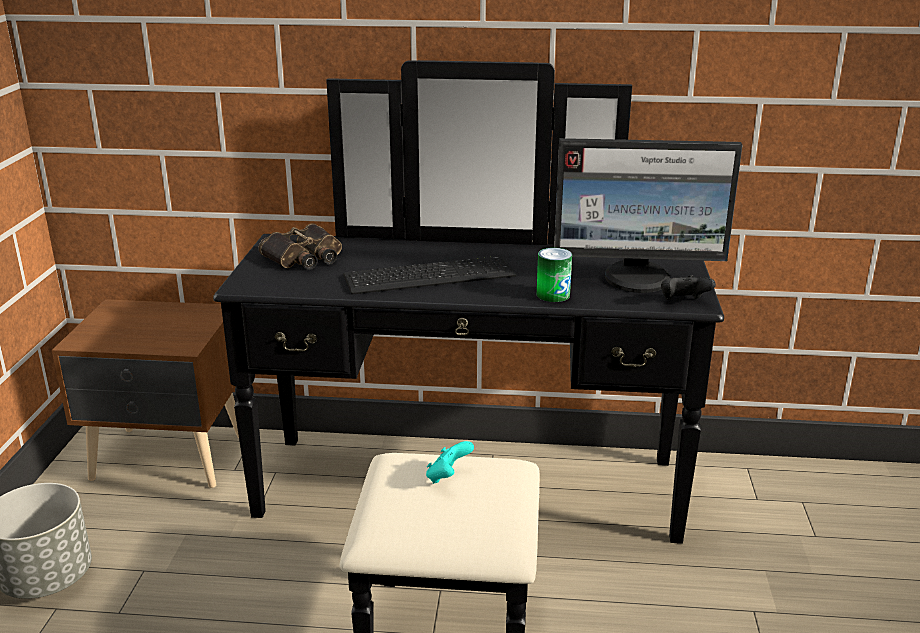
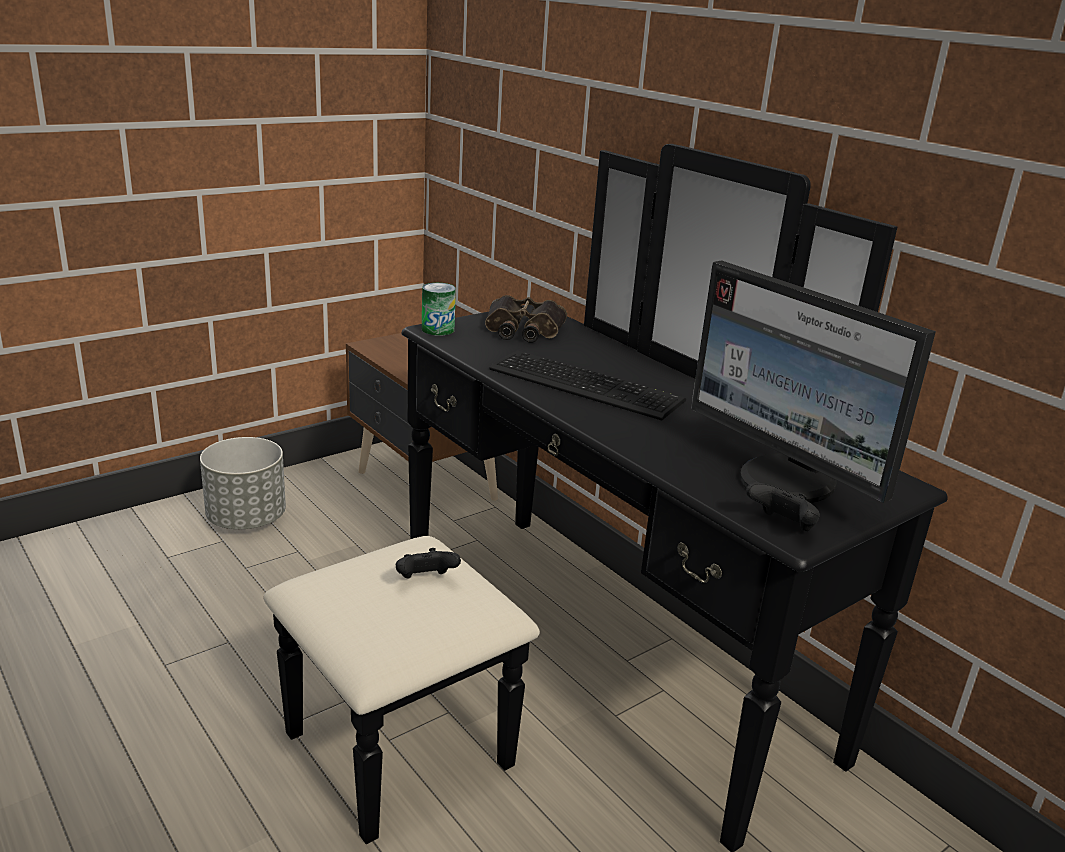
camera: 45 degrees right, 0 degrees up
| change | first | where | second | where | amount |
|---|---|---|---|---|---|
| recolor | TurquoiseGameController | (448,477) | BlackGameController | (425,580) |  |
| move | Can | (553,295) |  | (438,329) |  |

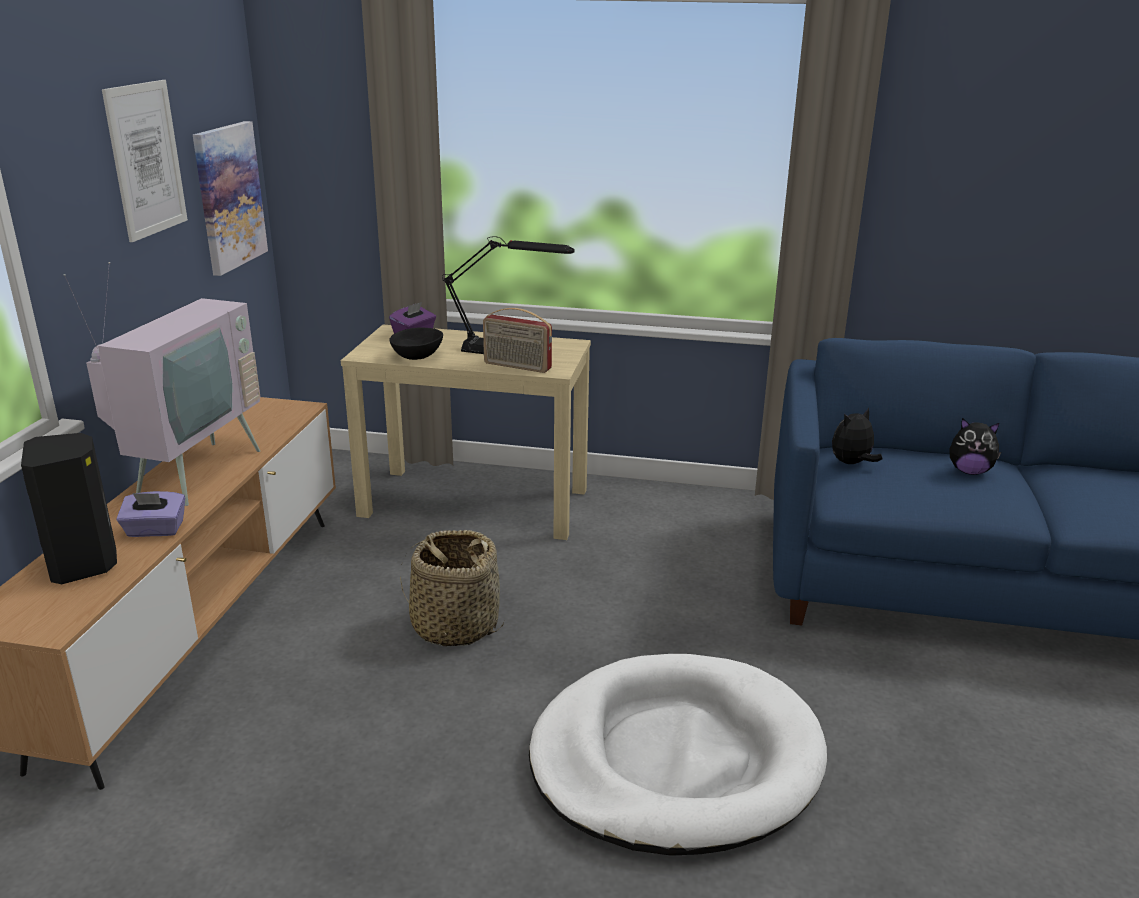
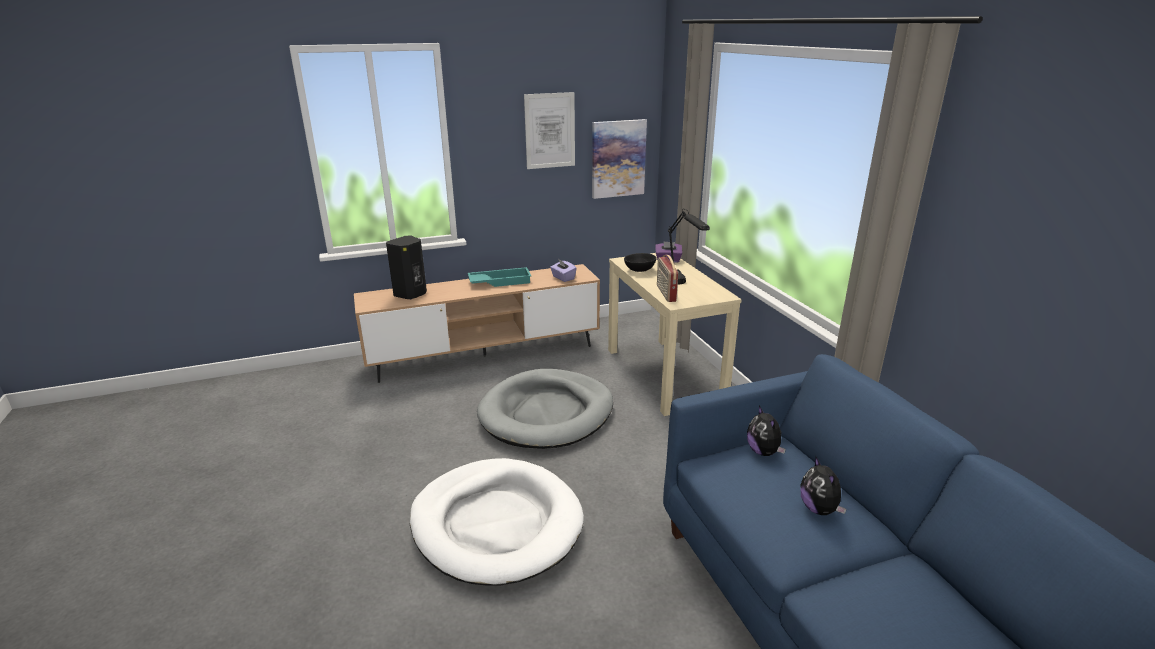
camera: 60 degrees right, 0 degrees up
| change | first | where | second | where | amount |
|---|---|---|---|---|---|
| replace | Television | (190,471) | TurquoiseTray | (500,281) |  |
| move | PurpleTissueBox | (155,530) |  | (563,278) |  |
| replace | Basket | (454,625) | GreyDogBed | (547,413) |  |
| rotate | PlushToy | (852,463) |  | (764,452) | 135 degrees counterclockwise |

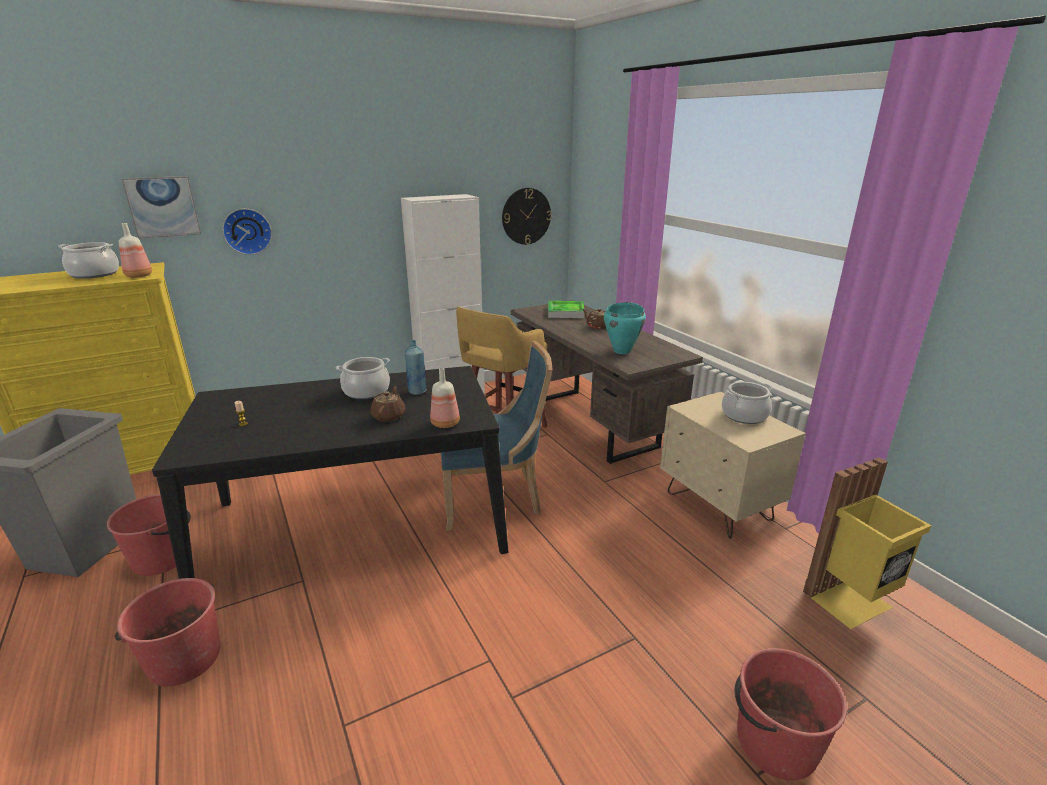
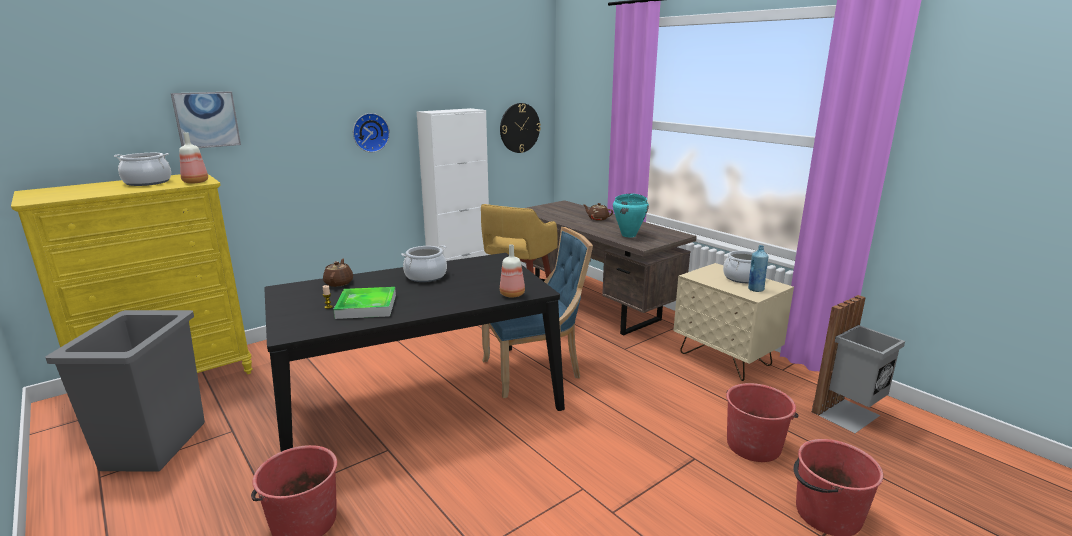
camera: 10 degrees left, 5 degrees down
| change | first | where | second | where | amount |
|---|---|---|---|---|---|
| move | RedBucket | (163,557) |  | (753,445) |  |
| move | WallClock | (247,231) |  | (370,132) |  |
| move | BrownTeapot | (389,416) |  | (339,283) |  |
| move | BlueBottle | (417,391) |  | (755,289) |  |
| move | Tray | (565,312) |  | (366,306) |  |
| recolor | YellowTrashCan | (850,601) | GreyTrashCan | (849,415) |  |

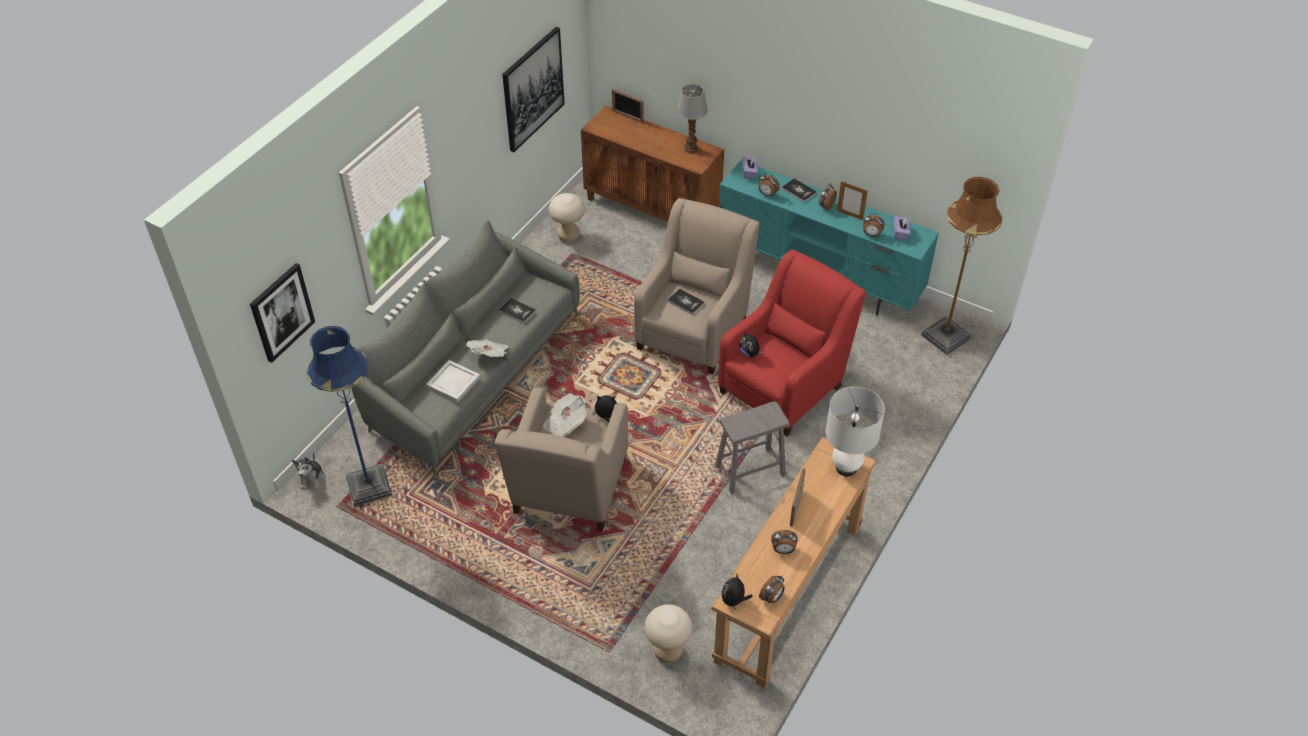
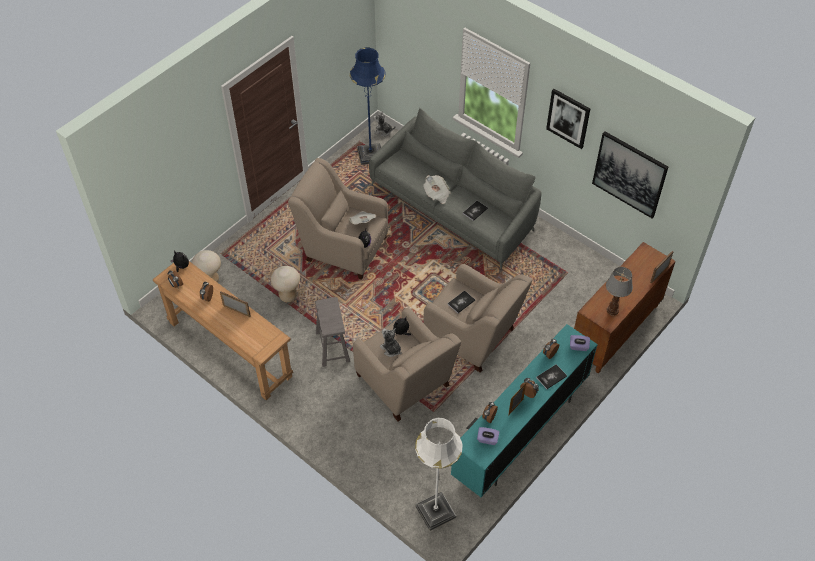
camera: 100 degrees right, 5 degrees up
| change | first | where | second | where | amount |
|---|---|---|---|---|---|
| move | Picture | (281,312) |  | (568,118) |  |
| delete | WhiteTray | (454,382) |  |  |  |
| move | BeigeStool | (568,236) |  | (288,296) |  |
| recolor | RedArmchair | (784,386) | BeigeArmchair | (405,383) |  |
| delete | WhiteTableLamp | (846,468) |  |  |  |
| recolor | BrownFloorLamp | (945,337) | WhiteFloorLamp | (435,512) |  |
| insert |  |  | PlushToy | (391,349) |  |

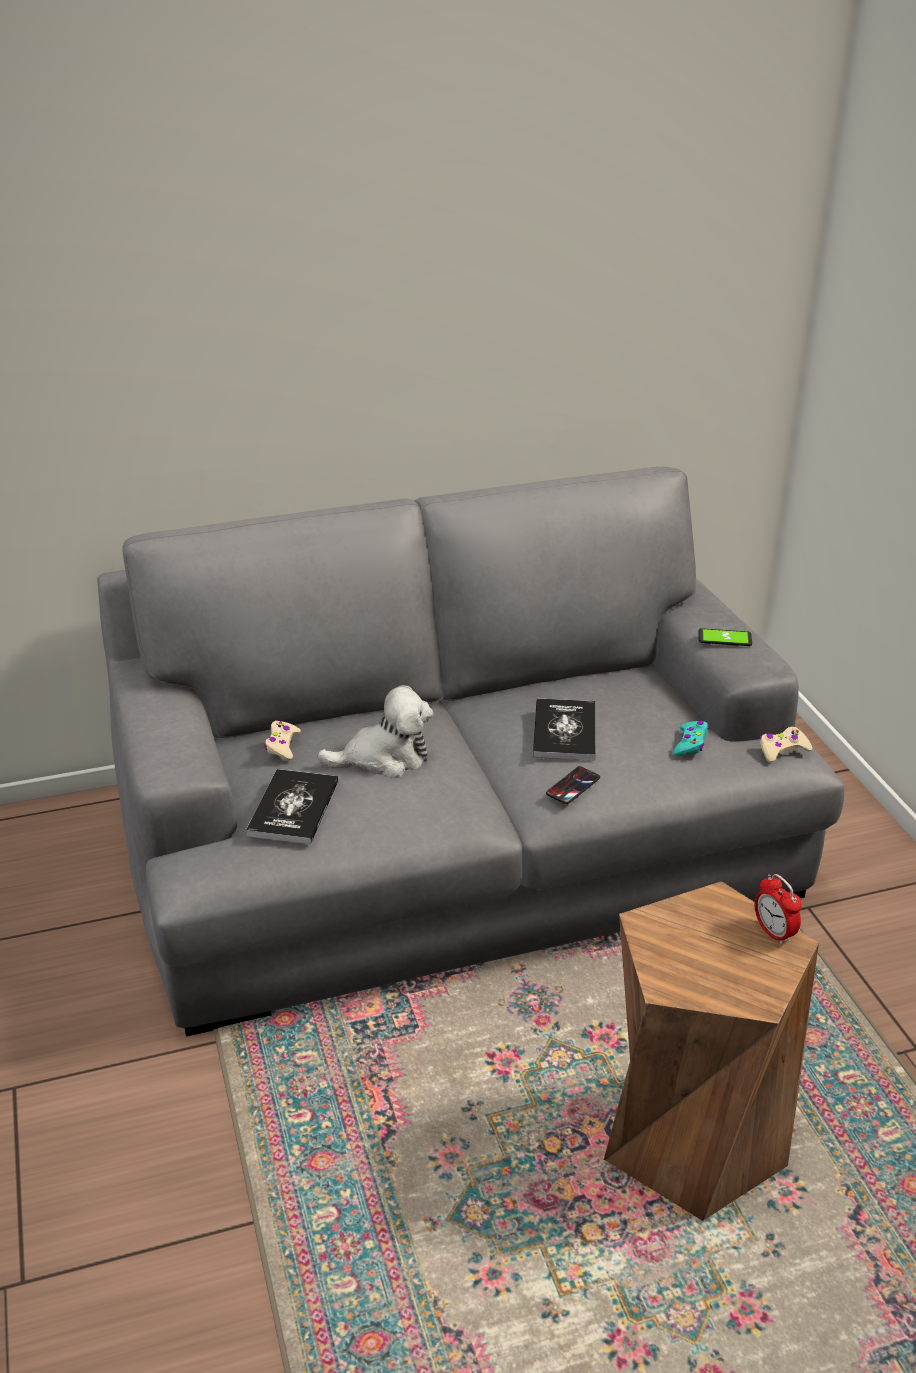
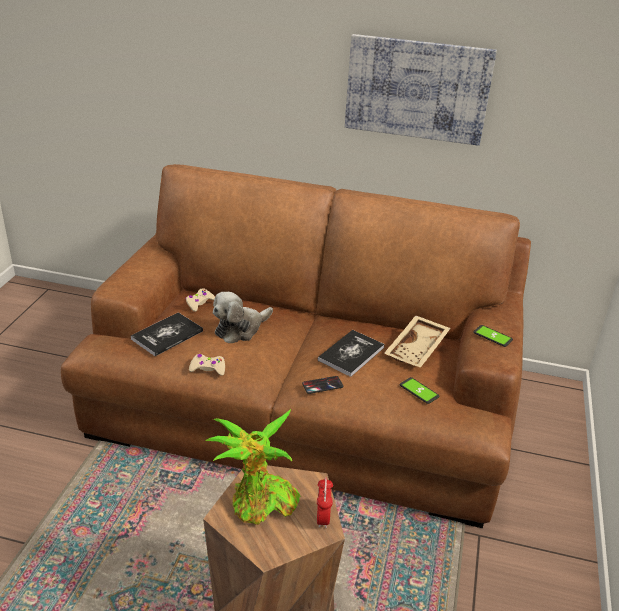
camera: 30 degrees right, 0 degrees up
| change | first | where | second | where | amount |
|---|---|---|---|---|---|
| recolor | GreySofa | (457,845) | BrownSofa | (304,404) |  |
| rotate | PlushToy | (384,758) |  | (240,329) | 120 degrees clockwise |
| replace | TurquoiseGameController | (690,744) | Phone | (419,391) |  |
| move | BeigeGameController | (782,750) |  | (208,368) |  |
| insert |  |  | PottedPlant | (259,505) |  |
| insert |  |  | Picture | (417,89) |  |
| insert |  |  | BeigeTray | (417,349) |  |

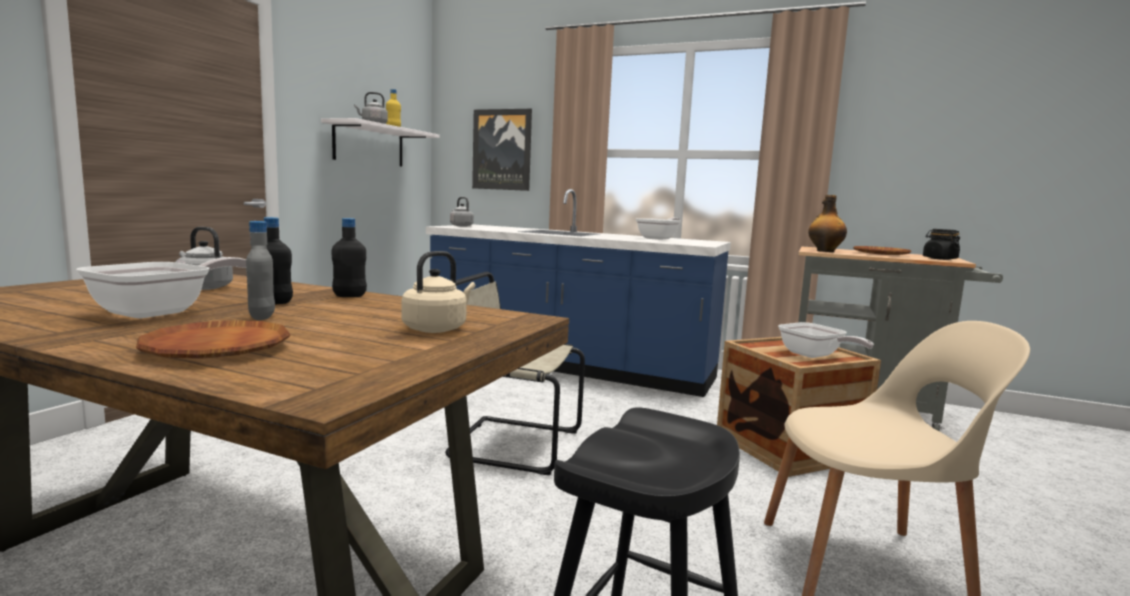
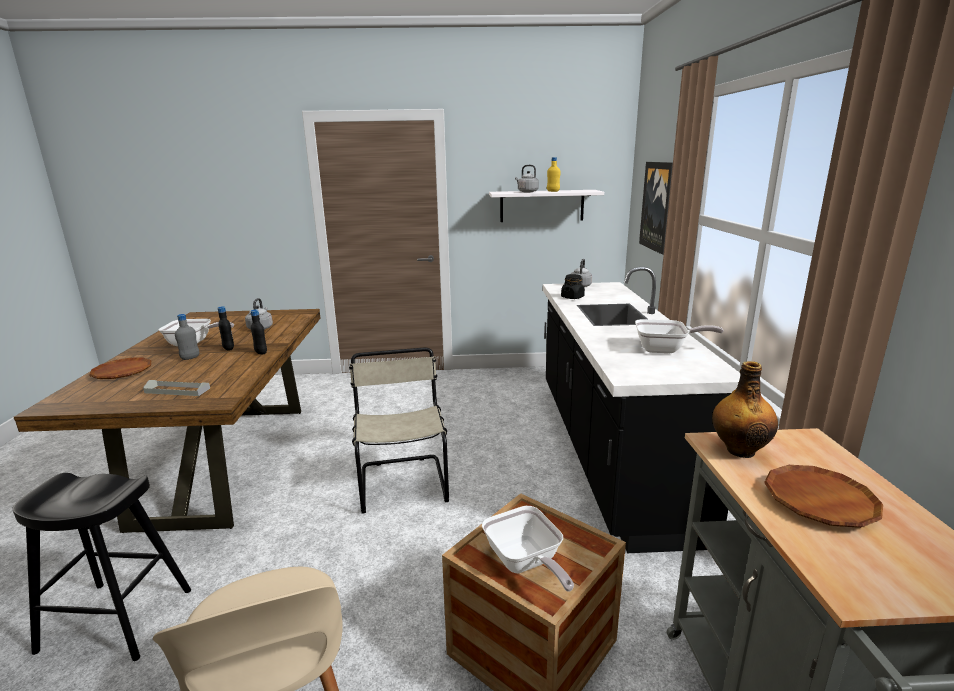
camera: 65 degrees right, 10 degrees up
| change | first | where | second | where | amount |
|---|---|---|---|---|---|
| replace | BeigeKettle | (437,328) | GreyTray | (177,390) |  |
| recolor | BlueCounter | (568,366) | BlackCounter | (608,450) |  |
| rotate | FryingPan | (814,356) |  | (525,564) | 60 degrees counterclockwise |
| move | BlackJar | (939,258) |  | (572,297) |  |

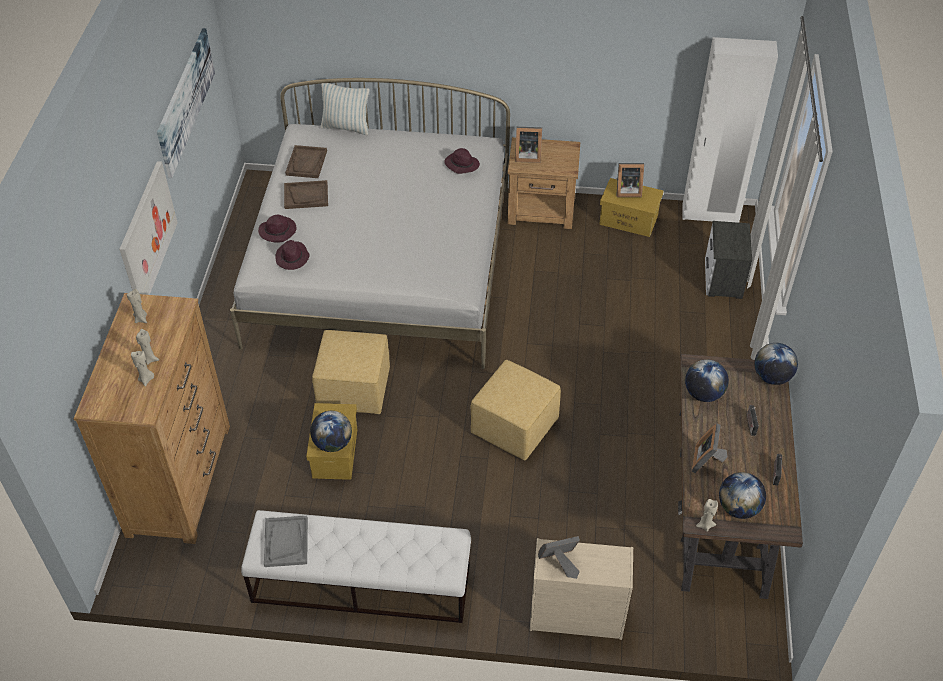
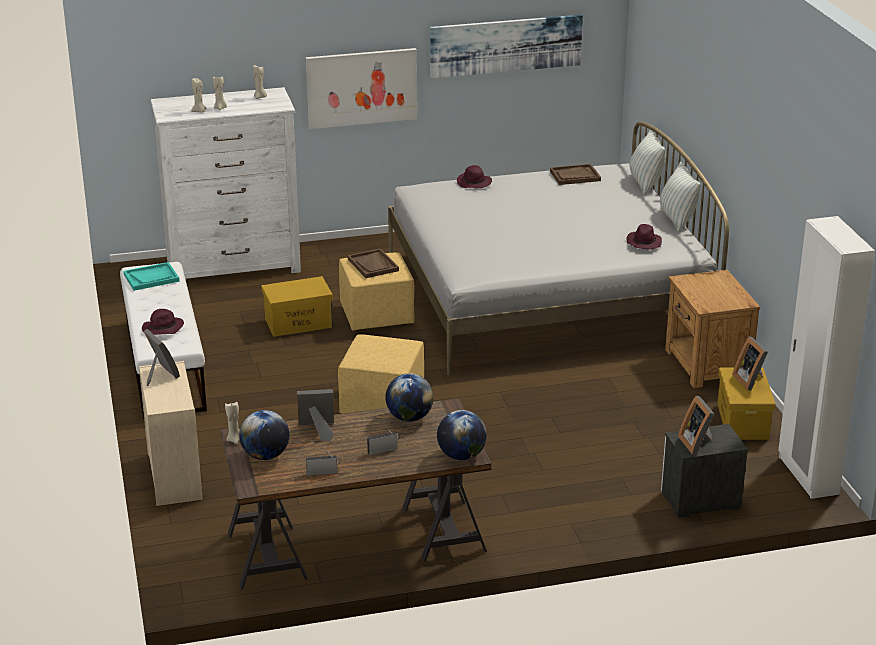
camera: 70 degrees right, 20 degrees down
| change | first | where | second | where | amount |
|---|---|---|---|---|---|
| recolor | BrownDresser | (180,479) | WhiteDresser | (233,265) |  |
| recolor | GreyTray | (286,542) | TurquoiseTray | (151,278) |  |
| move | PurpleHat | (292,258) |  | (162,329) |  |
| move | BrownTray | (306,196) |  | (373,265) |  |
| delete | Globe | (333,443) |  |  |  |
| move | PictureFrame | (526,156) |  | (697,443) |  |
| insert |  |  | Pillow | (677,219) |  |

